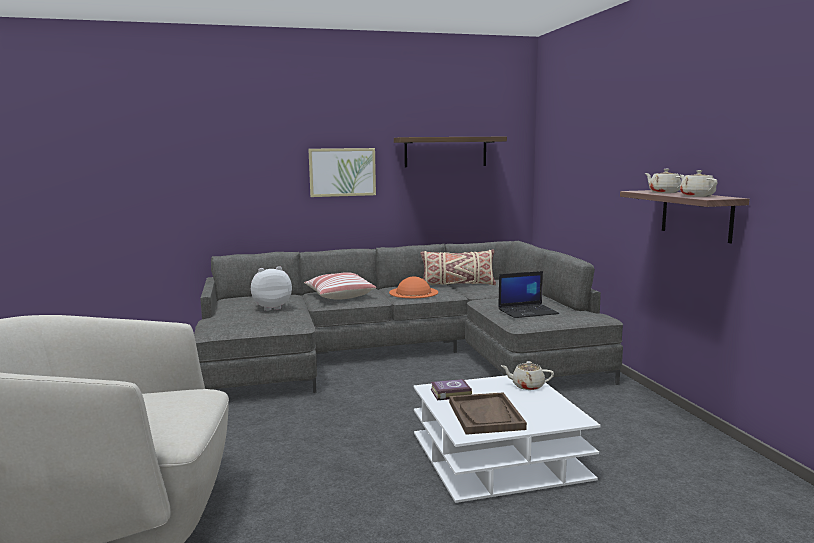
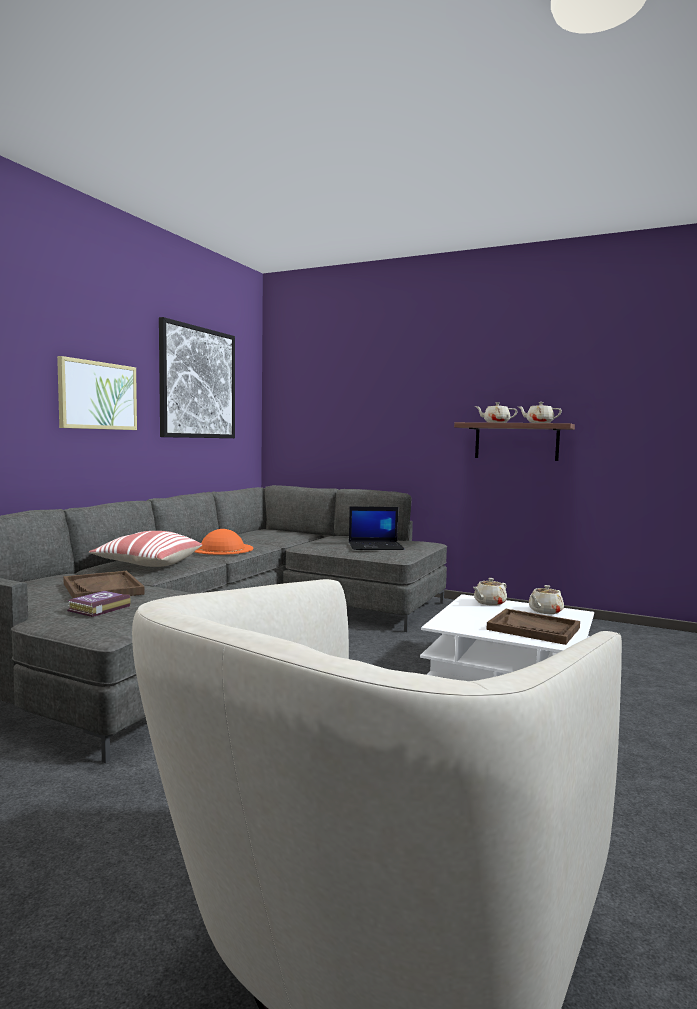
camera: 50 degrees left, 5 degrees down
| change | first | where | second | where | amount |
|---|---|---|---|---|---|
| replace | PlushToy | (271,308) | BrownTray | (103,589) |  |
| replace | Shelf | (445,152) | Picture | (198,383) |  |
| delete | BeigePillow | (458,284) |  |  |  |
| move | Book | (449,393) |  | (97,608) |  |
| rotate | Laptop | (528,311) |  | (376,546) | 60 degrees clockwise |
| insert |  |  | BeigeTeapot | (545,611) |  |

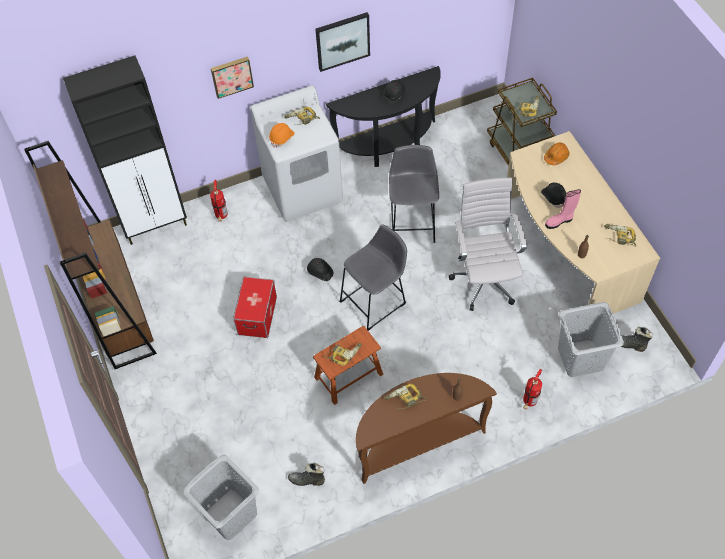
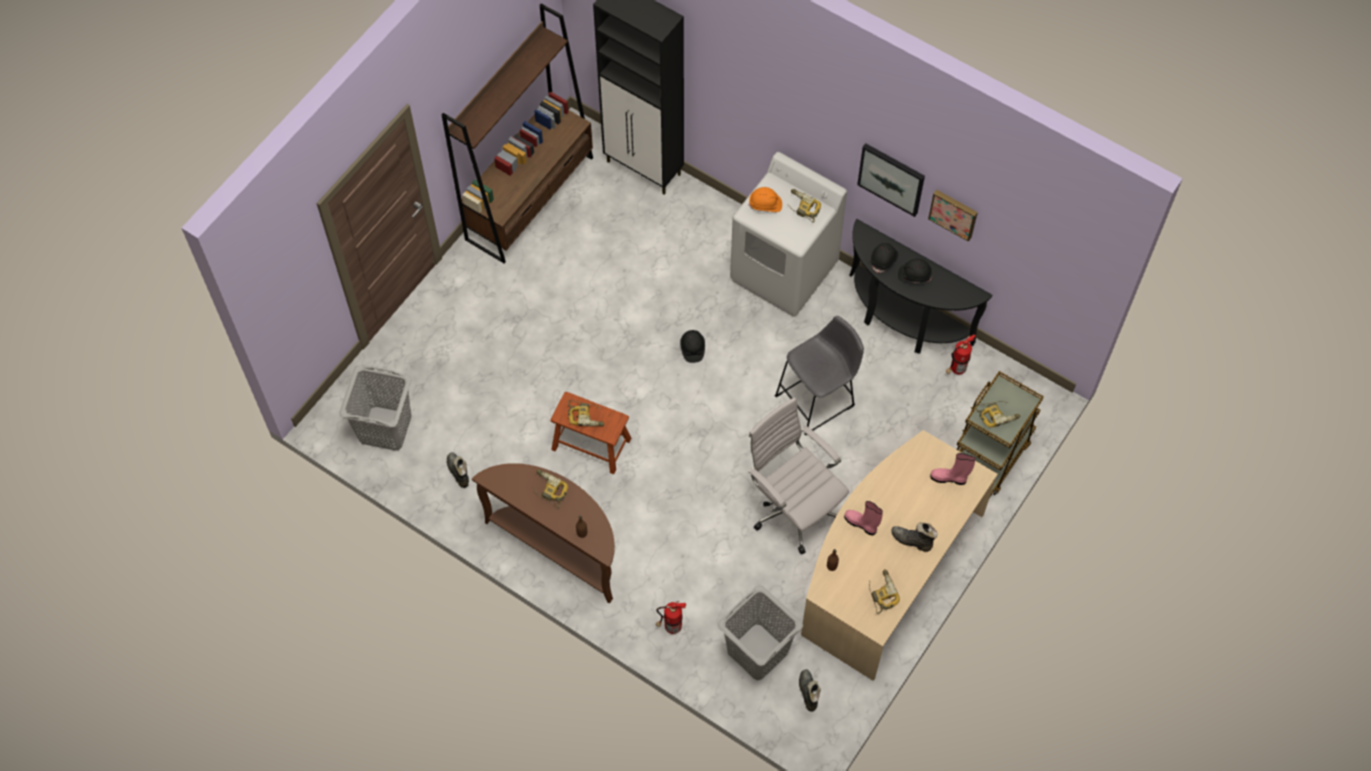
camera: 55 degrees right, 5 degrees up
| change | first | where | second | where | amount |
|---|---|---|---|---|---|
| move | FireExtinguisher | (221,217) |  | (956,370) |  |
| move | Picture | (231,76) |  | (954,213) |  |
| delete | StorageBox | (257,315) |  |  |  |
| delete | GreyStool | (375,301) |  |  |  |
| rotate | WhiteOfficeChair | (484,279) |  | (793,508) | 90 degrees counterclockwise |
| move | BlackHardHat | (553,197) |  | (884,259) |  |
| replace | OrangeHardHat | (556,157) | PinkBoot | (949,478) |  |
| insert |  |  | BlackBoot | (912,541) |  |

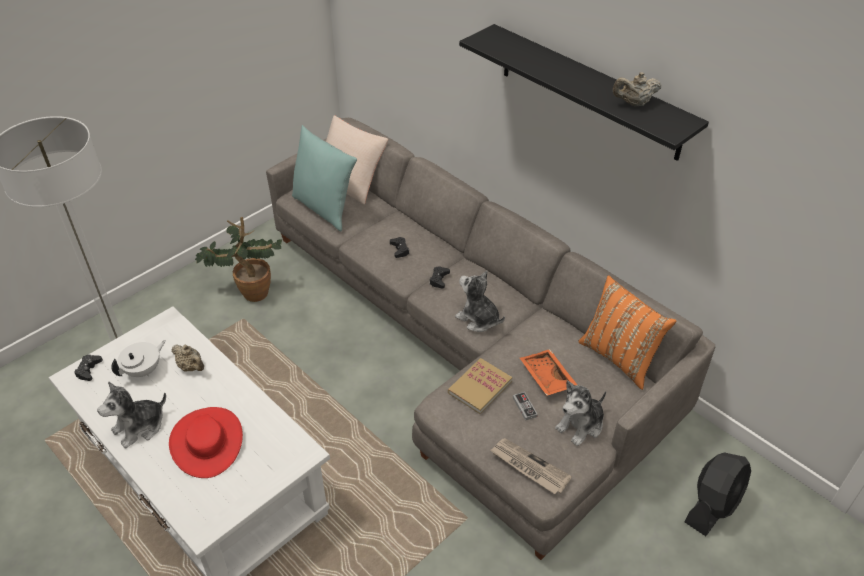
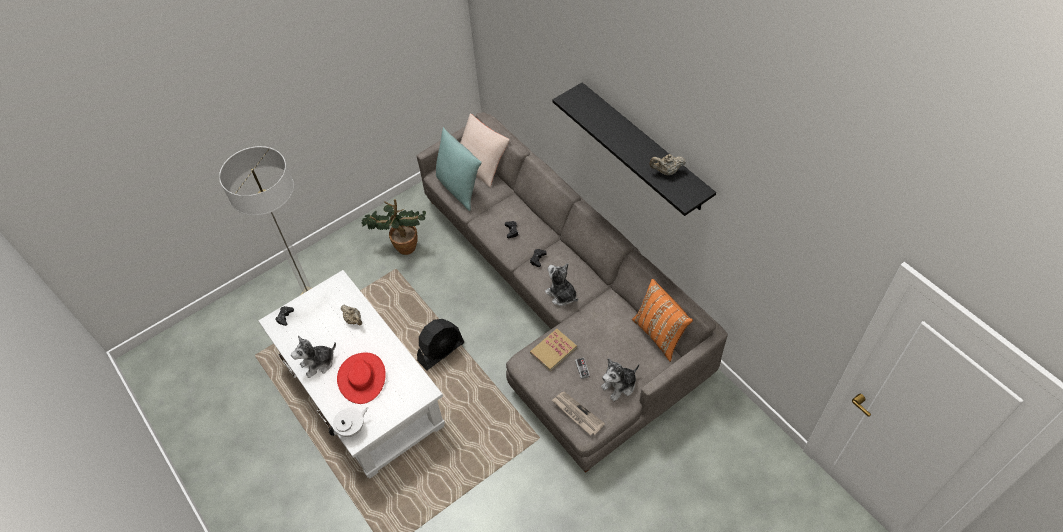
camera: 10 degrees right, 10 degrees up
| change | first | where | second | where | amount |
|---|---|---|---|---|---|
| move | WhiteTeapot | (144,370) |  | (352,428) |  |
| delete | OrangeTray | (546,378) |  |  |  |
| move | BlackFan | (712,505) |  | (441,351) |  |

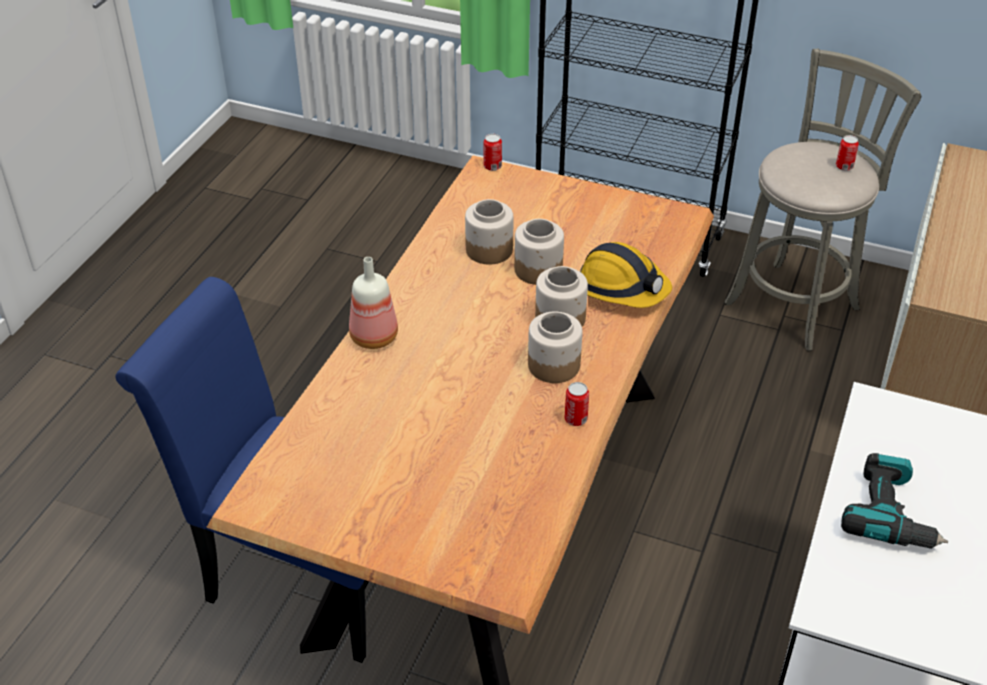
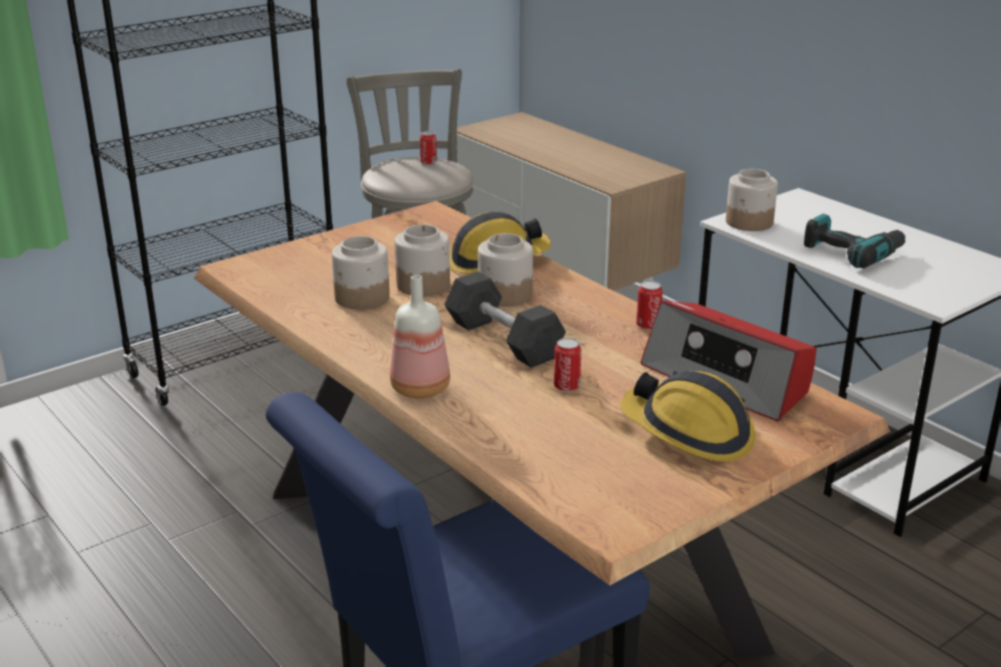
camera: 60 degrees left, 15 degrees down
| change | first | where | second | where | amount |
|---|---|---|---|---|---|
| move | Can | (492,166) |  | (567,386) |  |
| move | Jar | (553,365) |  | (749,222) |  |
| insert |  |  | BlackDumbbell | (503,340) |  |
| insert |  |  | HardHat | (688,433) |  |
| insert |  |  | Radio | (727,379) |  |

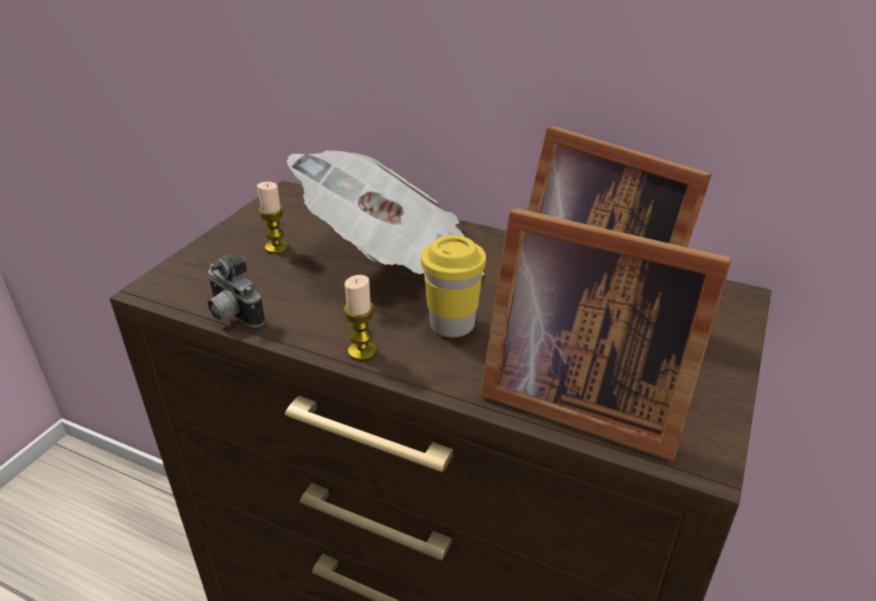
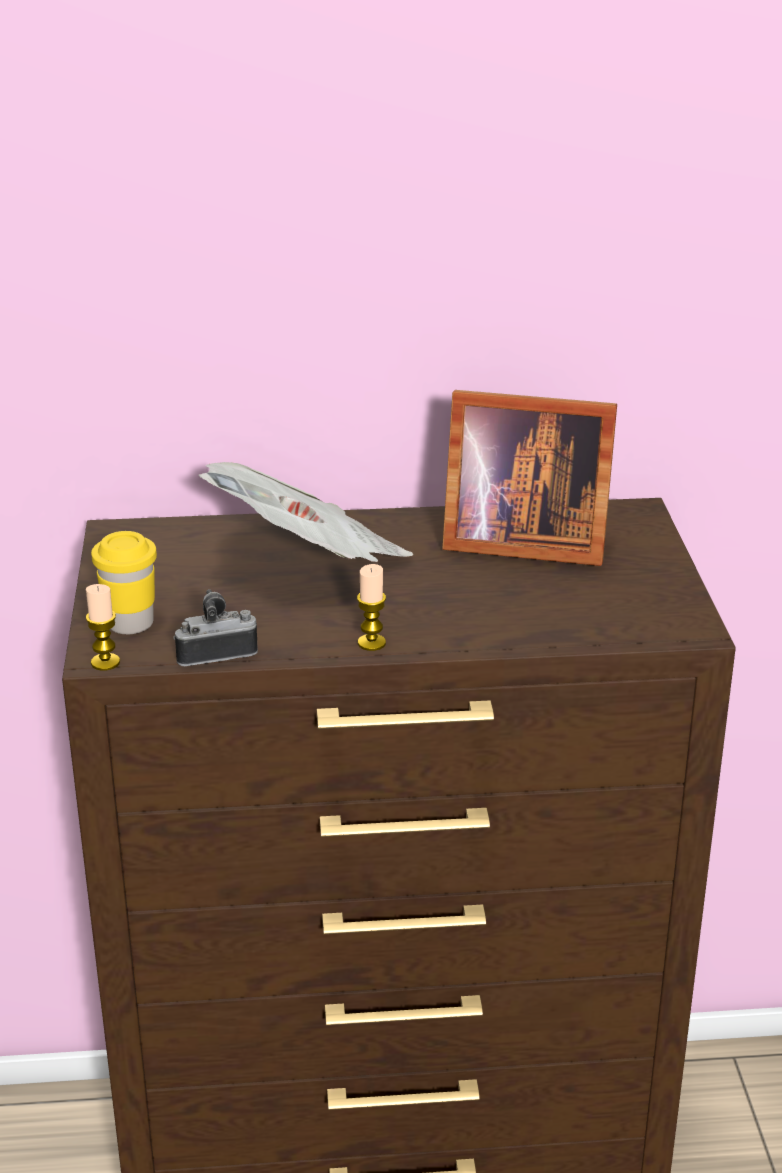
camera: 30 degrees left, 5 degrees down
| change | first | where | second | where | amount |
|---|---|---|---|---|---|
| rotate | PhotoCamera | (232,316) |  | (215,654) | 150 degrees clockwise |
| move | Candle | (276,247) |  | (105,662) |  |
| move | YellowCup | (452,325) |  | (130,623) |  |
| delete | PictureFrame | (578,396) |  |  |  |

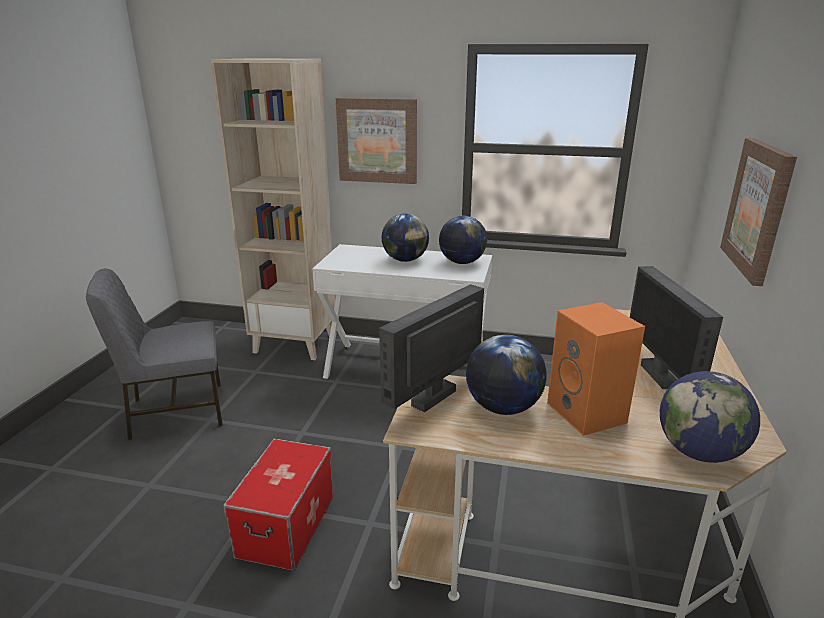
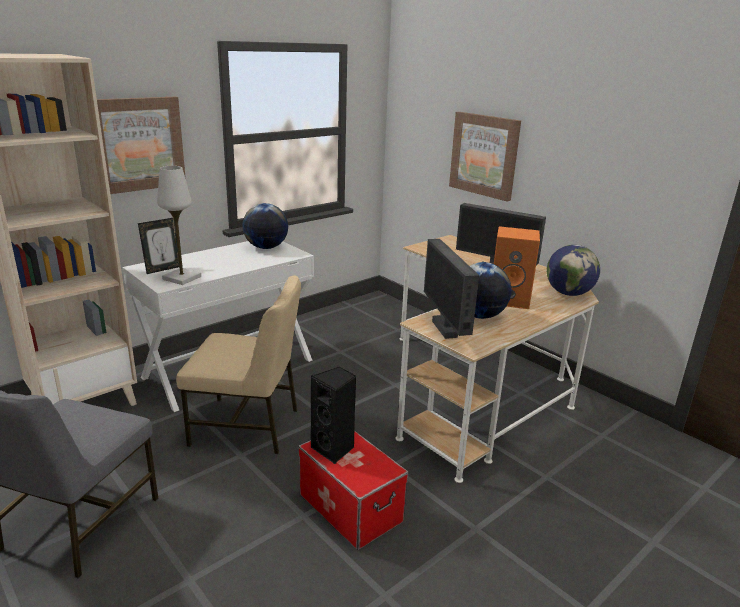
camera: 55 degrees left, 0 degrees up
| change | first | where | second | where | amount |
|---|---|---|---|---|---|
| delete | Globe | (405,260) |  |  |  |
| insert |  |  | PictureFrame | (163,269) |  |
| insert |  |  | WhiteTableLamp | (182,278) |  |
| insert |  |  | BeigeChair | (247,426) |  |
| insert |  |  | BlackSpeaker | (334,449) |  |

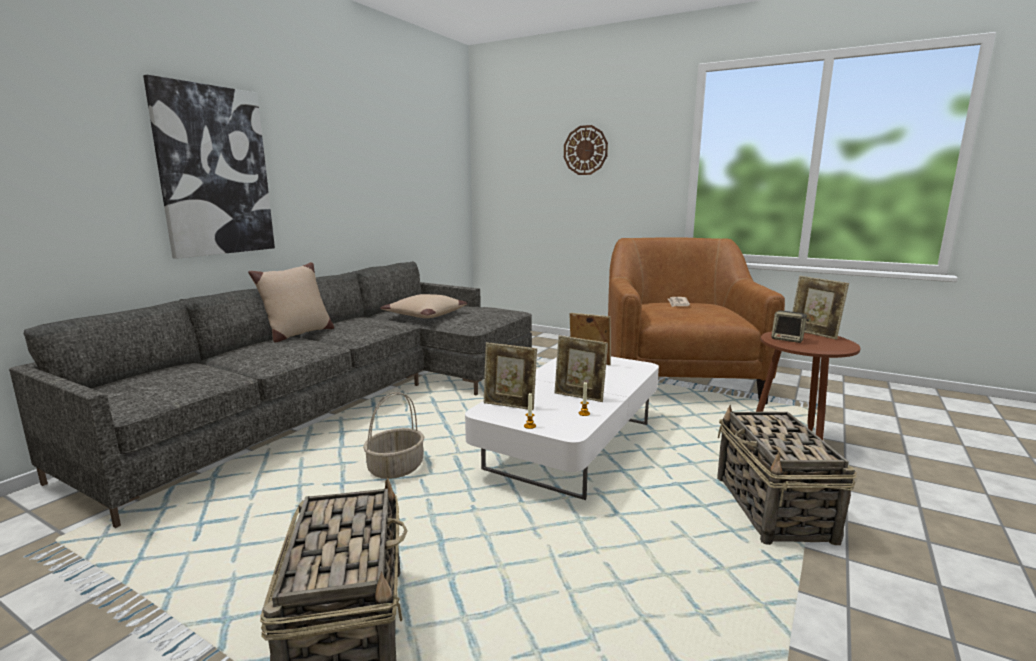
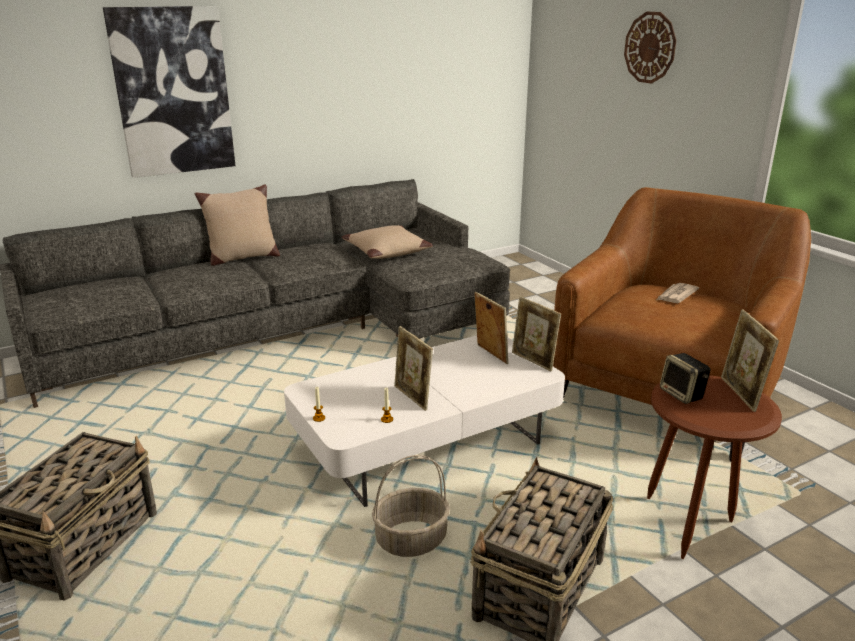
camera: 30 degrees right, 10 degrees up
| change | first | where | second | where | amount |
|---|---|---|---|---|---|
| move | Basket | (396,468) |  | (411,539) |  |
| move | PictureFrame | (509,405) |  | (533,361) |  |

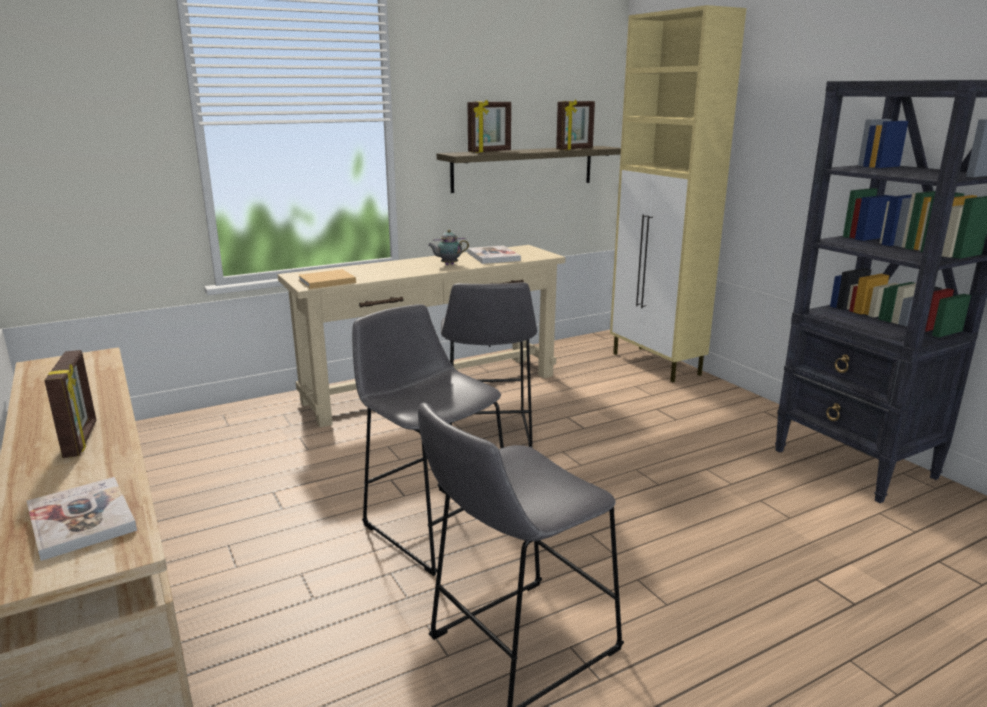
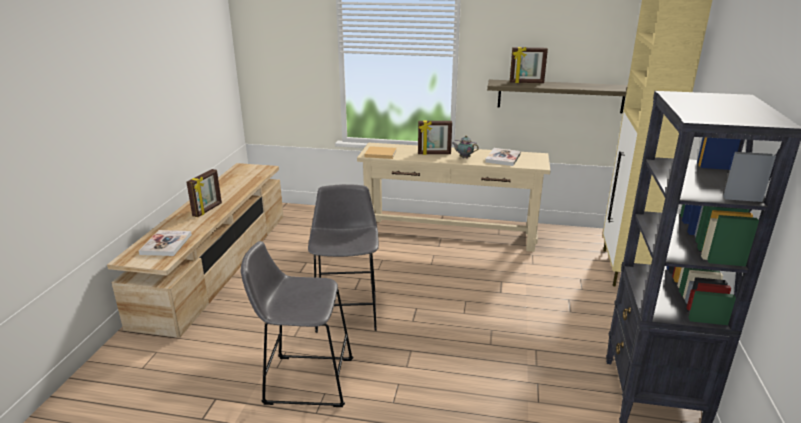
camera: 40 degrees right, 5 degrees up
| change | first | where | second | where | amount |
|---|---|---|---|---|---|
| delete | GreyStool | (487,434) |  |  |  |
| move | PictureFrame | (575,149) |  | (434,154) |  |

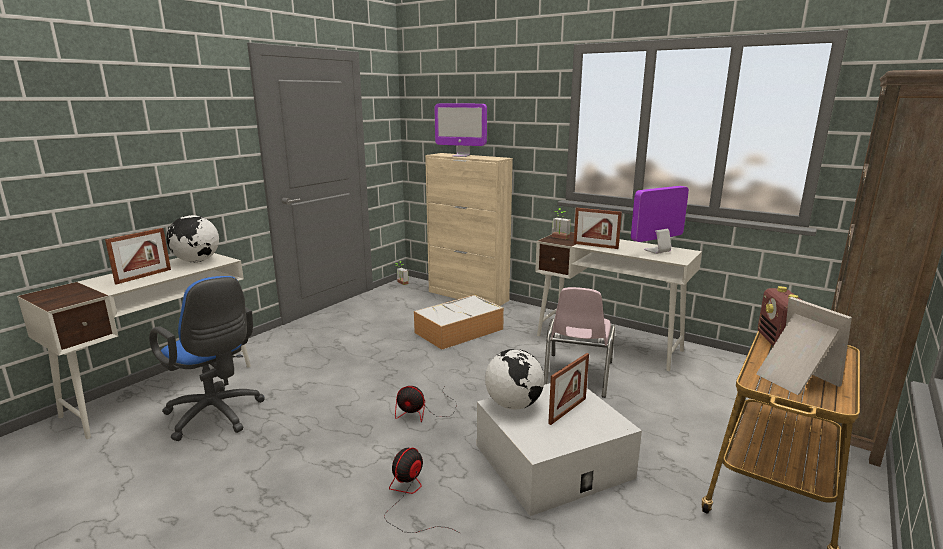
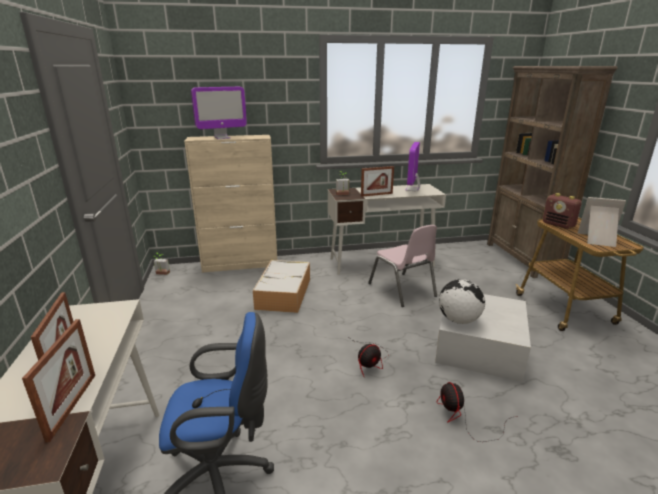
camera: 45 degrees left, 5 degrees up
| change | first | where | second | where | amount |
|---|---|---|---|---|---|
| delete | Globe | (197,261) |  |  |  |
| move | PictureFrame | (567,411) |  | (72,405) |  |

